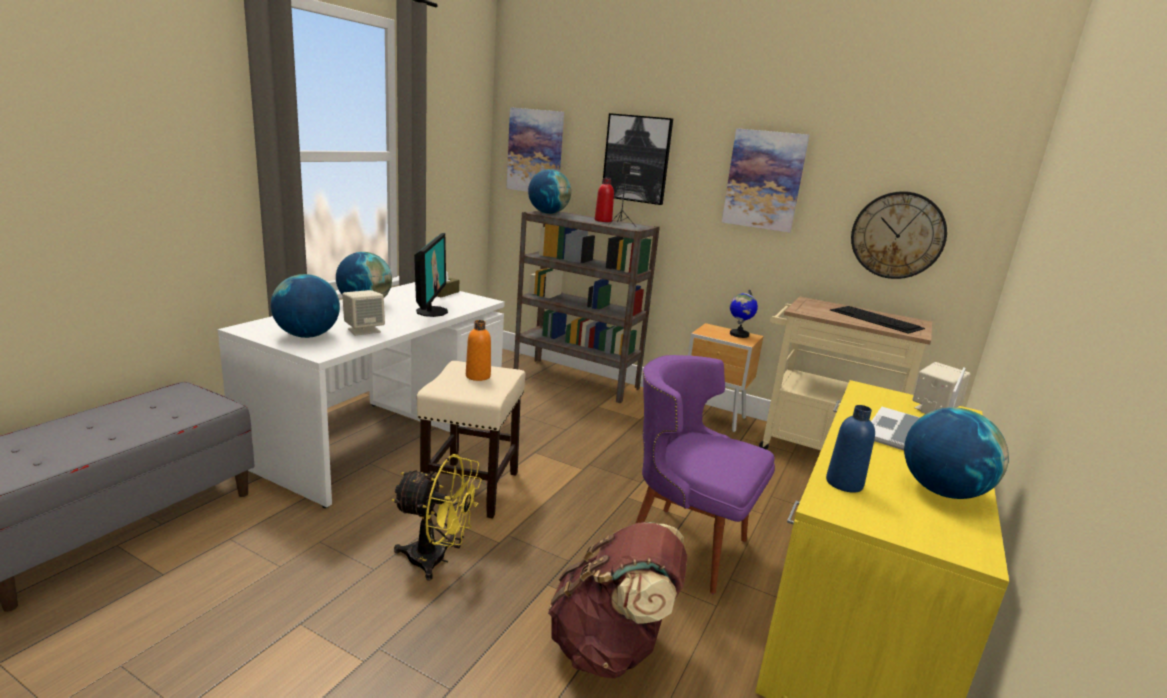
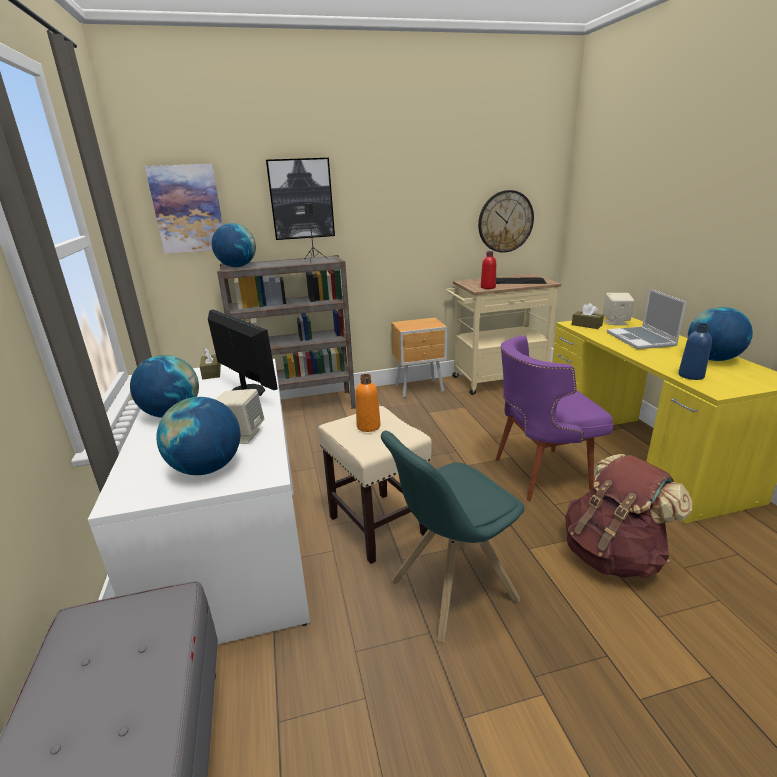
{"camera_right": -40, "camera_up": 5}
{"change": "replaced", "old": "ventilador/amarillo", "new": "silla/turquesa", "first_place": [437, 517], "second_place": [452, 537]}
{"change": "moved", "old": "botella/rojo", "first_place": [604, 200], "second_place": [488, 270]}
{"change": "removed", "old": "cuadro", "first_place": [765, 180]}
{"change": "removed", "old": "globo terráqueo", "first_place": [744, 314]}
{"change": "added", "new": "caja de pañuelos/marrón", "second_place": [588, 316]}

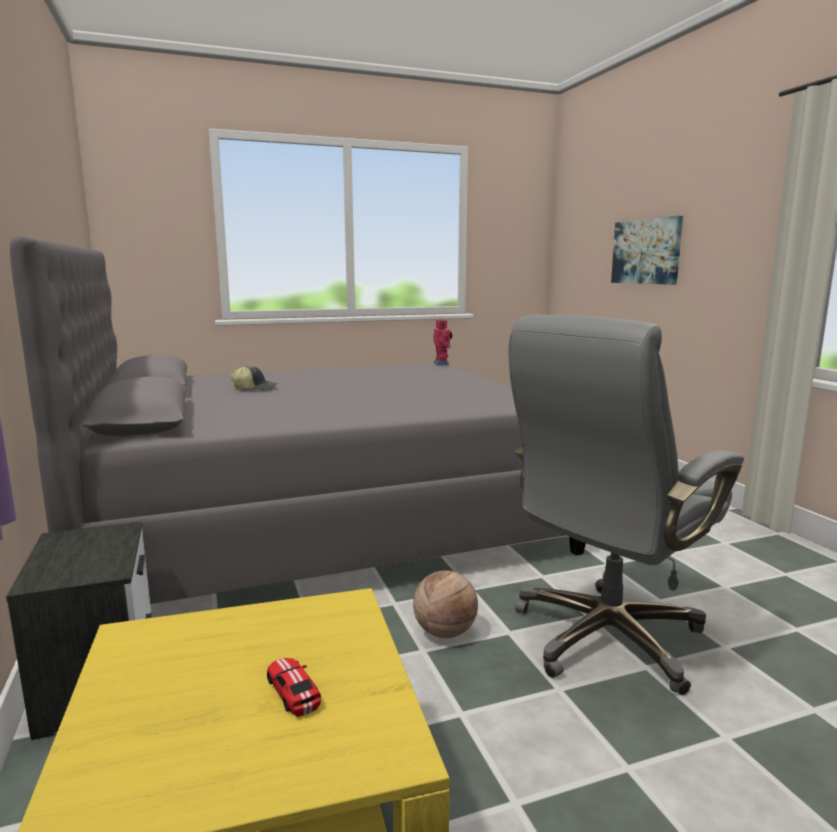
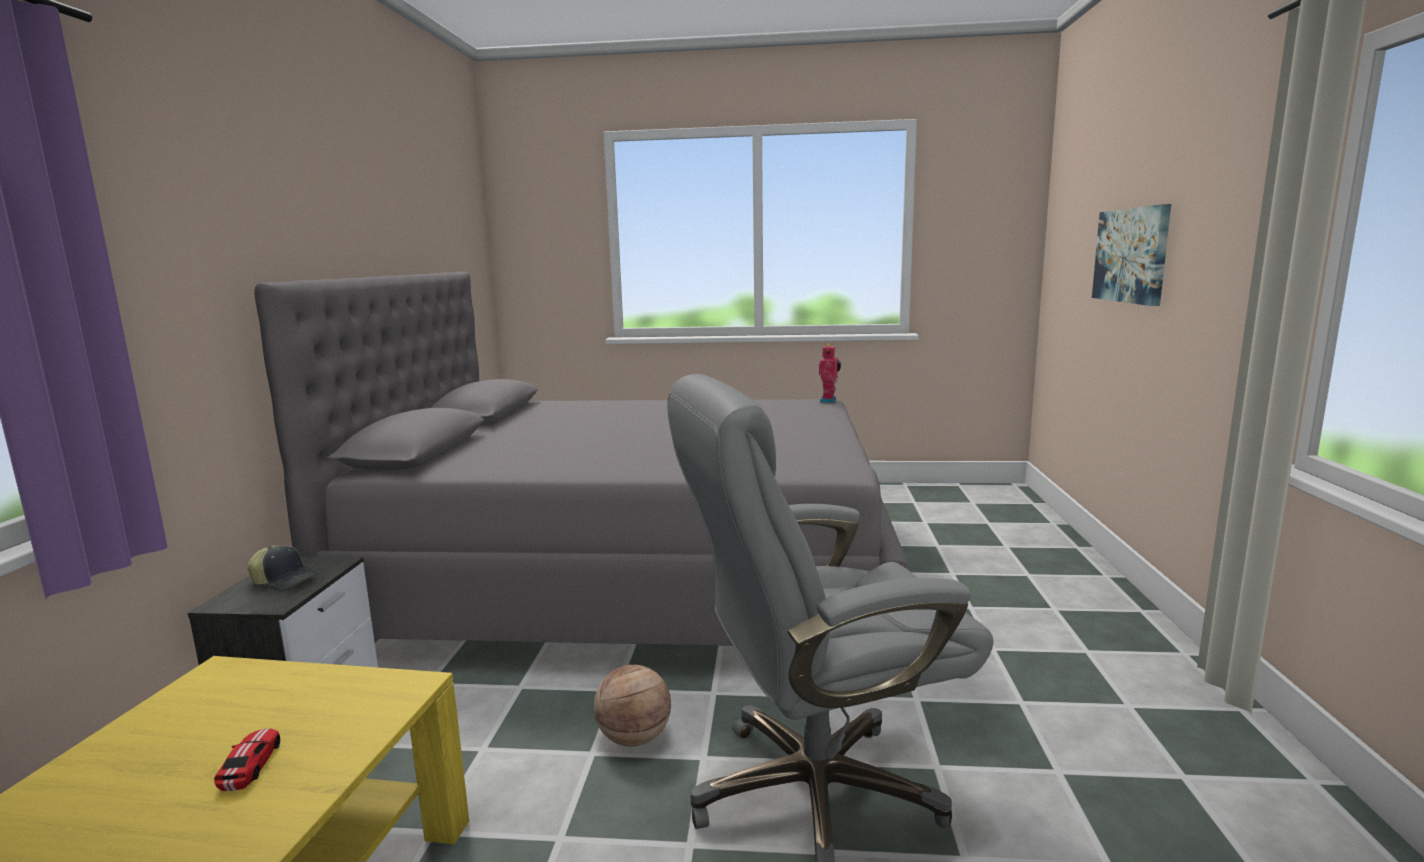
{"camera_right": 25, "camera_up": 0}
{"change": "moved", "old": "gorra", "first_place": [254, 378], "second_place": [282, 568]}

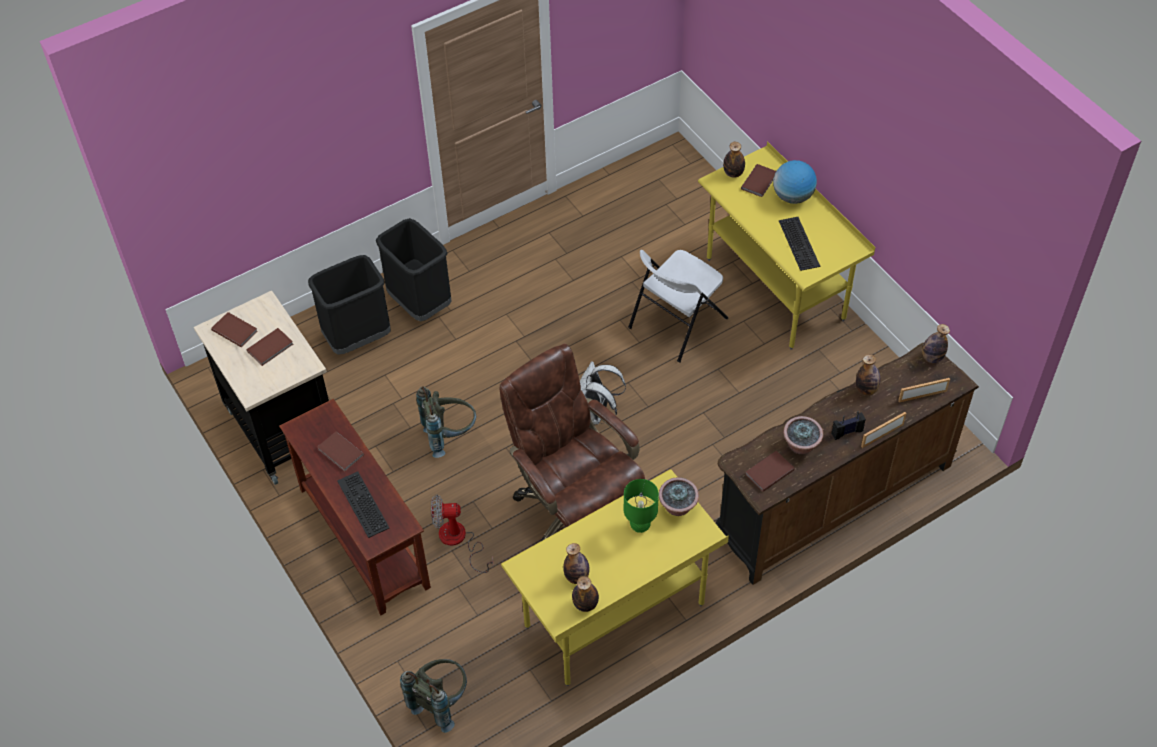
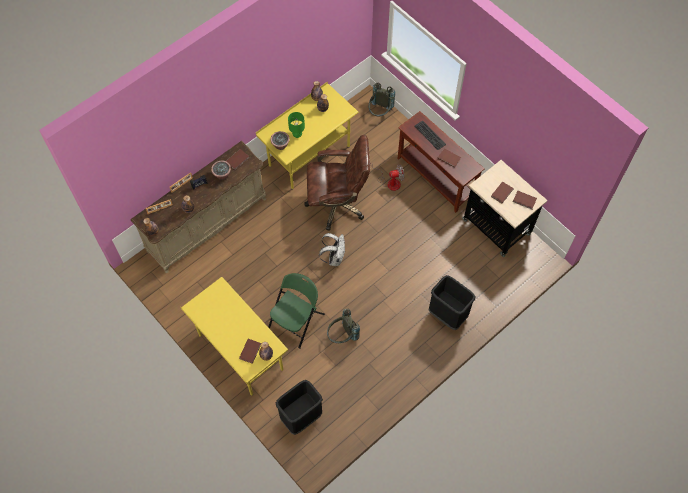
{"camera_right": 170, "camera_up": 10}
{"change": "moved", "old": "papelera/negro", "first_place": [349, 305], "second_place": [299, 407]}
{"change": "moved", "old": "mochila/gris", "first_place": [446, 422], "second_place": [343, 325]}
{"change": "turned", "old": "silla de oficina/marrón", "first_place": [572, 442], "second_place": [337, 183], "degrees": -45}
{"change": "recoloured", "old": "silla/blanco", "new": "silla/verde", "first_place": [678, 306], "second_place": [296, 311]}
{"change": "recoloured", "old": "armario/negro", "new": "armario/beis", "first_place": [847, 463], "second_place": [198, 207]}
{"change": "removed", "old": "globo terráqueo", "first_place": [795, 182]}
{"change": "removed", "old": "teclado", "first_place": [799, 244]}

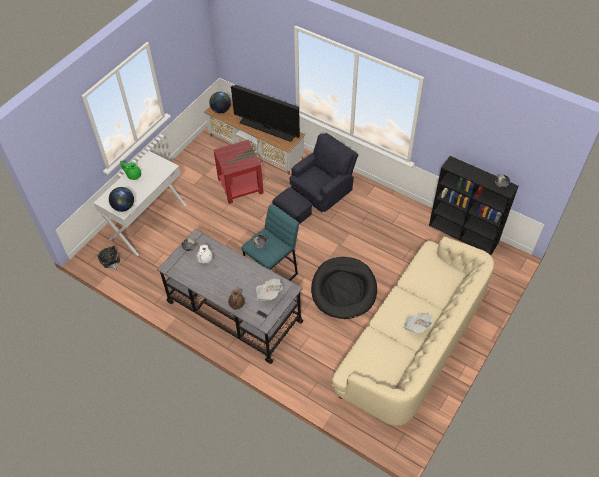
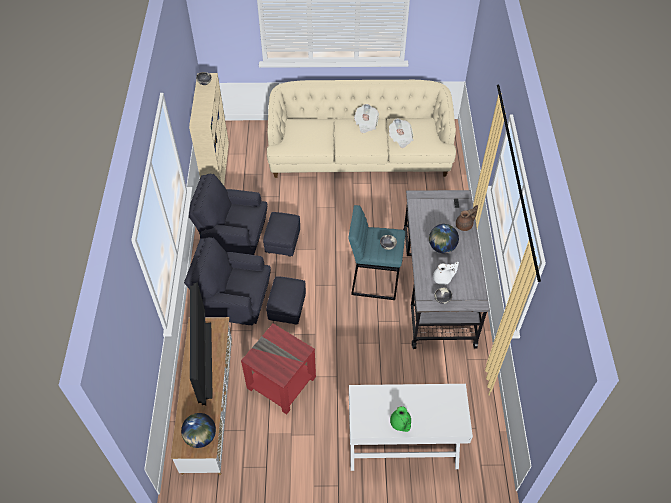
{"camera_right": -125, "camera_up": 0}
{"change": "removed", "old": "peluche", "first_place": [108, 258]}
{"change": "moved", "old": "globo terráqueo", "first_place": [121, 199], "second_place": [444, 238]}
{"change": "moved", "old": "periódico", "first_place": [269, 289], "second_place": [401, 133]}
{"change": "removed", "old": "cama para perro/negro", "first_place": [344, 288]}
{"change": "recoloured", "old": "estantería/negro", "new": "estantería/beis", "first_place": [474, 205], "second_place": [209, 129]}
{"change": "added", "new": "sillón/negro", "second_place": [244, 215]}

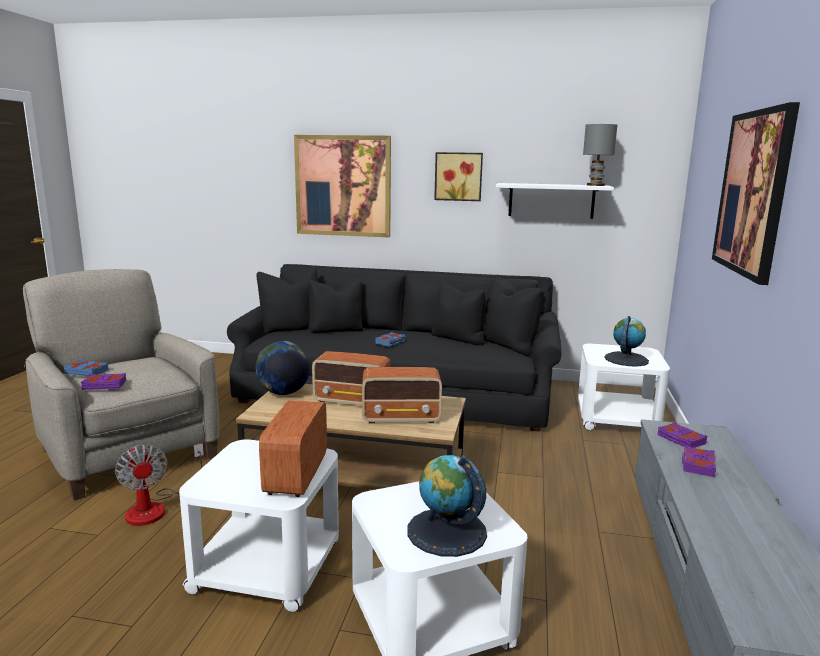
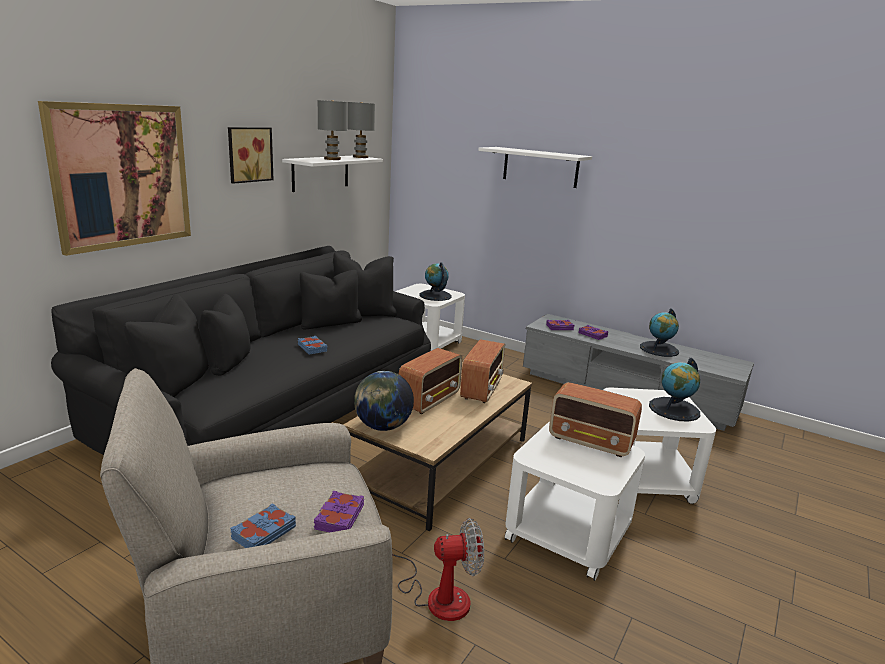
{"camera_right": -70, "camera_up": 5}
{"change": "replaced", "old": "cuadro", "new": "estante/blanco", "first_place": [756, 193], "second_place": [535, 167]}
{"change": "added", "new": "lámpara de mesa/gris", "second_place": [332, 130]}
{"change": "added", "new": "globo terráqueo", "second_place": [659, 332]}

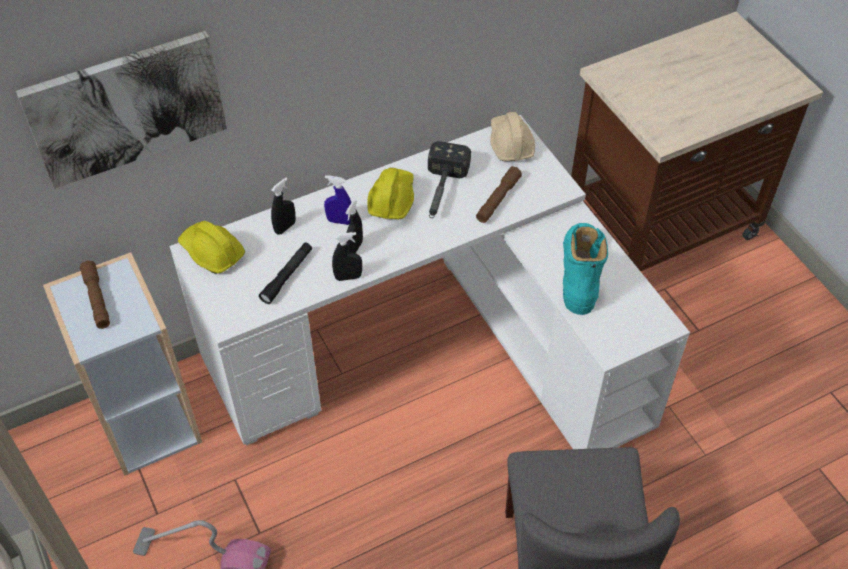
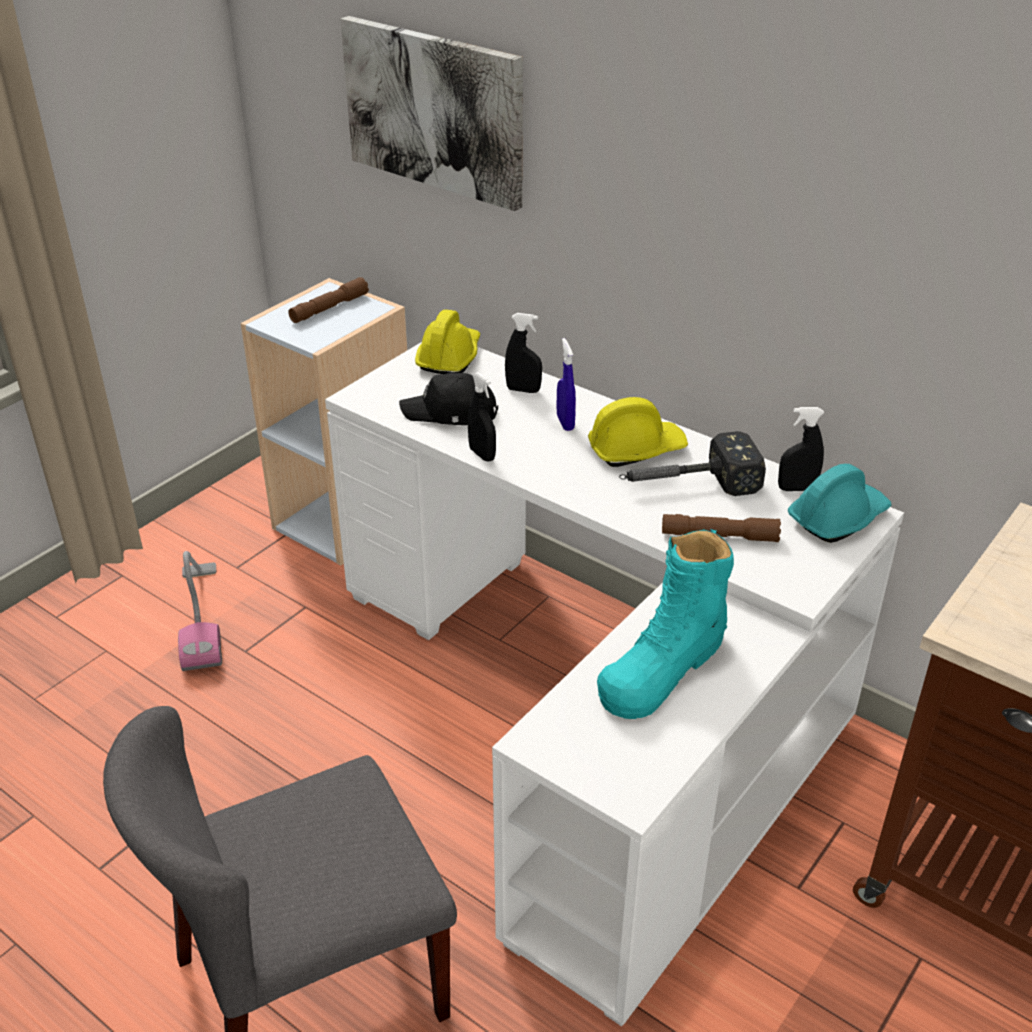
{"camera_right": 65, "camera_up": -15}
{"change": "replaced", "old": "linterna/negro", "new": "gorra/negro", "first_place": [285, 273], "second_place": [448, 398]}
{"change": "moved", "old": "pulverizador/negro", "first_place": [354, 226], "second_place": [801, 449]}
{"change": "recoloured", "old": "casco/beis", "new": "casco/turquesa", "first_place": [512, 136], "second_place": [839, 503]}
{"change": "turned", "old": "bota/turquesa", "first_place": [585, 269], "second_place": [665, 623], "degrees": 150}

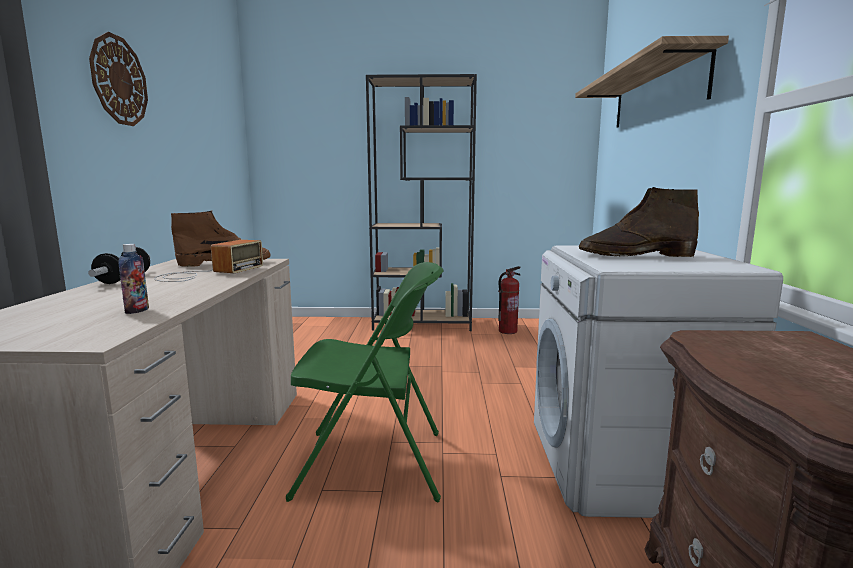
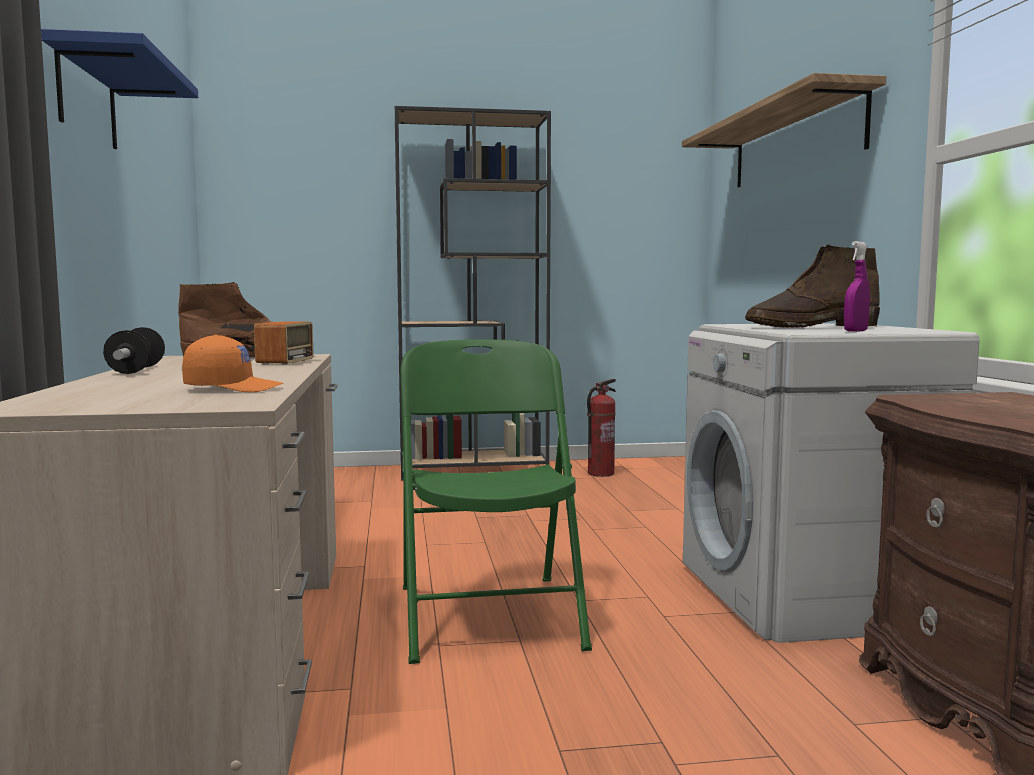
{"camera_right": -10, "camera_up": -5}
{"change": "replaced", "old": "reloj de pared", "new": "estante/azul", "first_place": [118, 79], "second_place": [119, 89]}
{"change": "replaced", "old": "botella", "new": "gorra/naranja", "first_place": [133, 279], "second_place": [232, 363]}
{"change": "turned", "old": "silla/verde", "first_place": [365, 382], "second_place": [496, 501], "degrees": -90}
{"change": "added", "new": "pulverizador/morado", "second_place": [857, 286]}

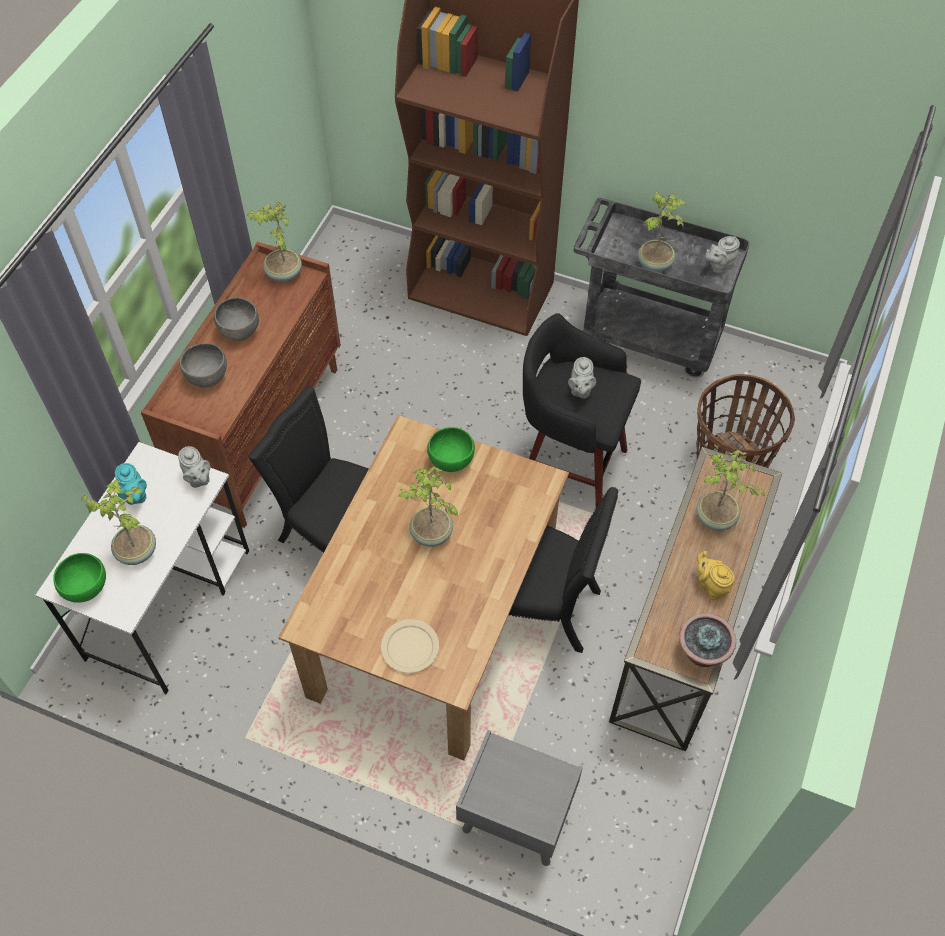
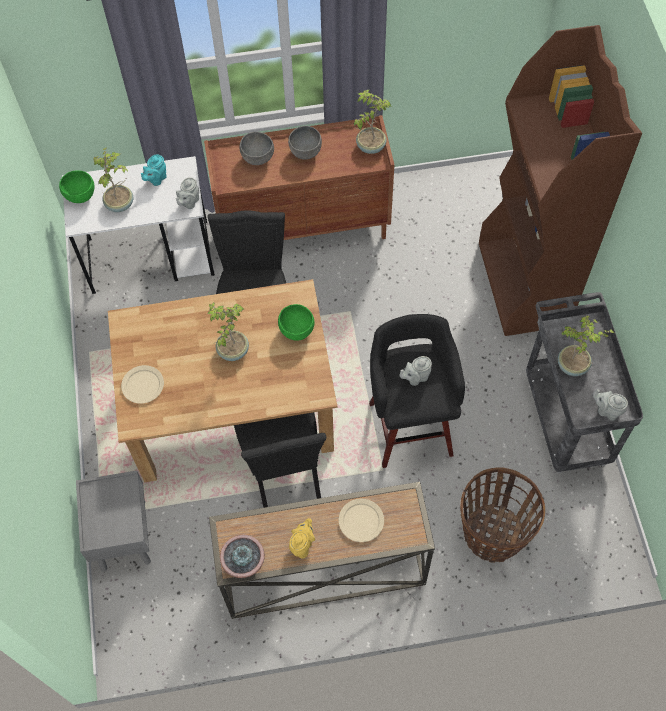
{"camera_right": 60, "camera_up": 5}
{"change": "replaced", "old": "planta en maceta", "new": "plato/beis", "first_place": [731, 490], "second_place": [361, 520]}

